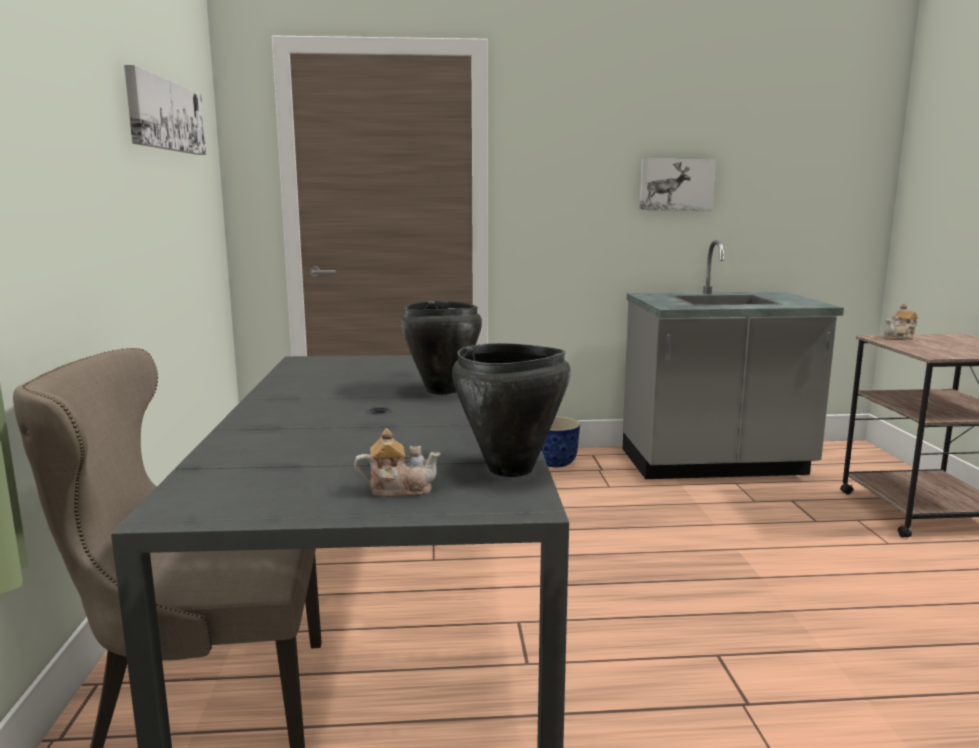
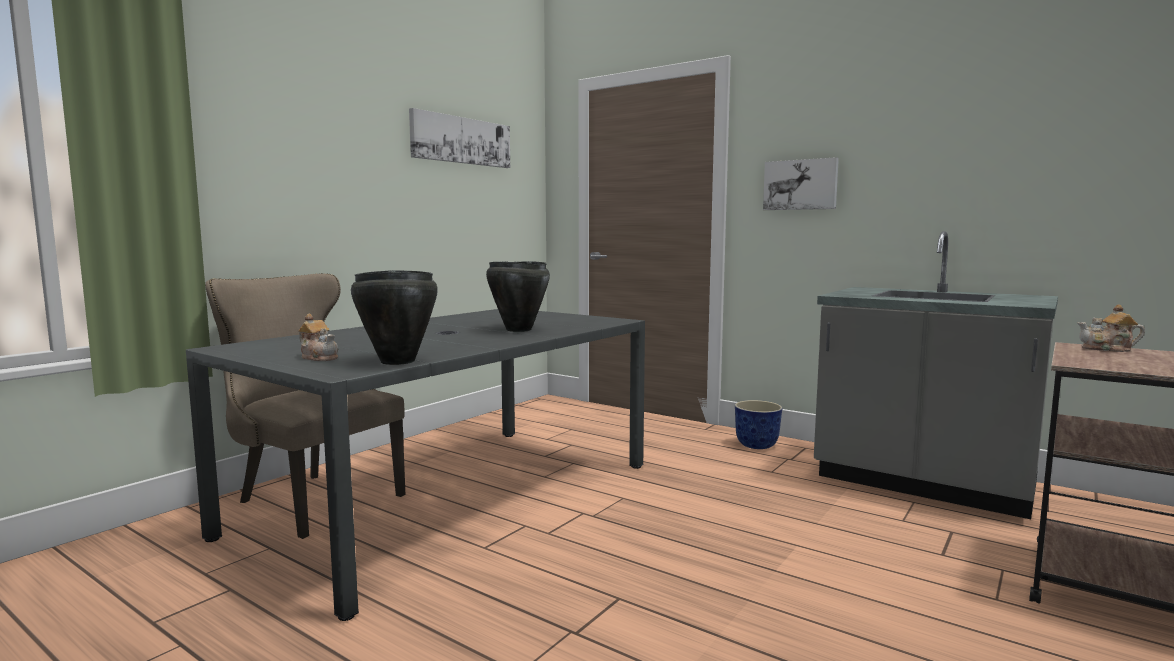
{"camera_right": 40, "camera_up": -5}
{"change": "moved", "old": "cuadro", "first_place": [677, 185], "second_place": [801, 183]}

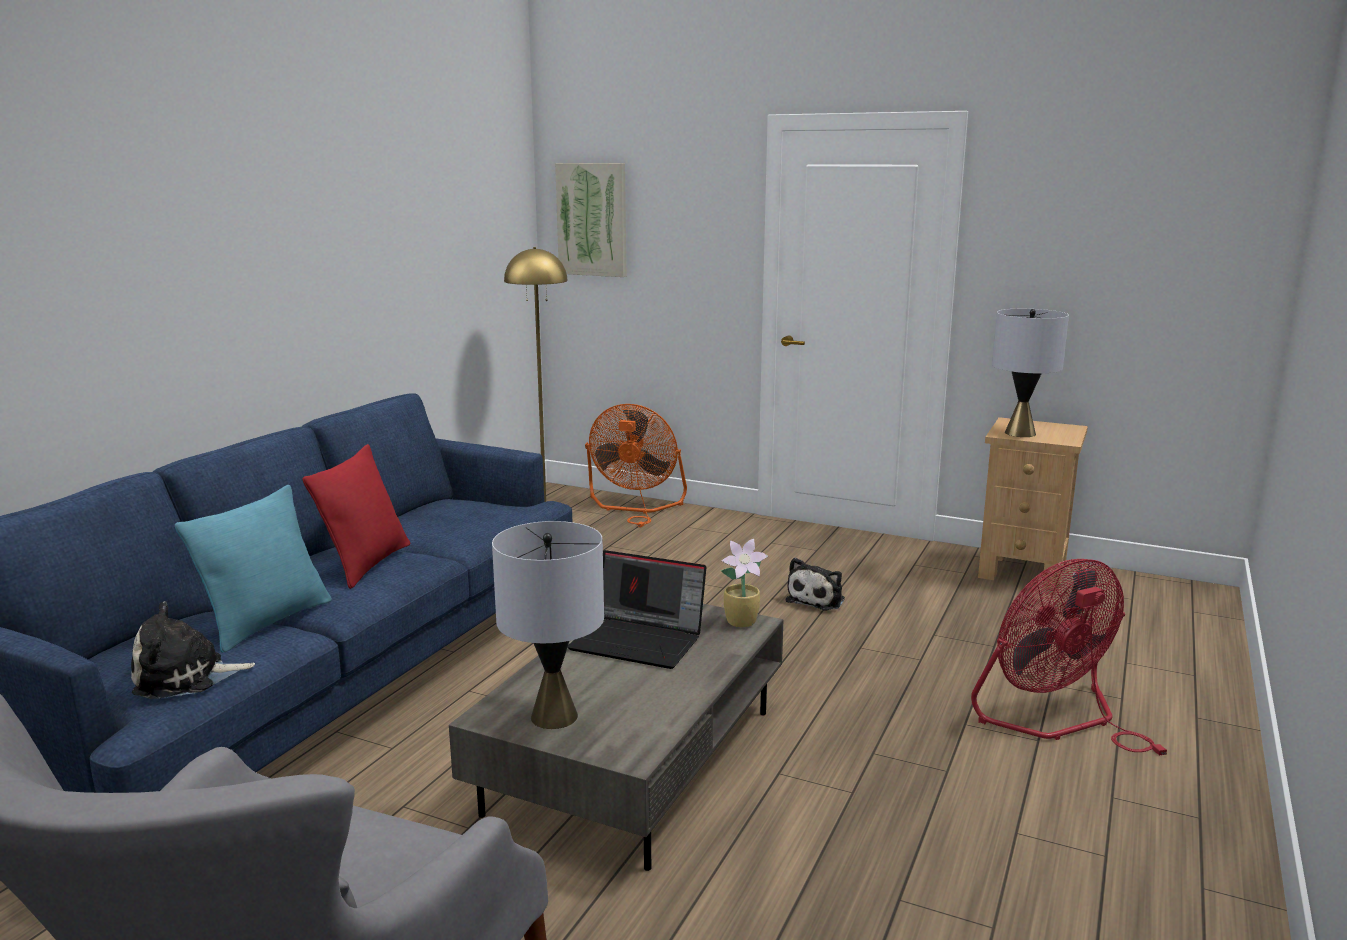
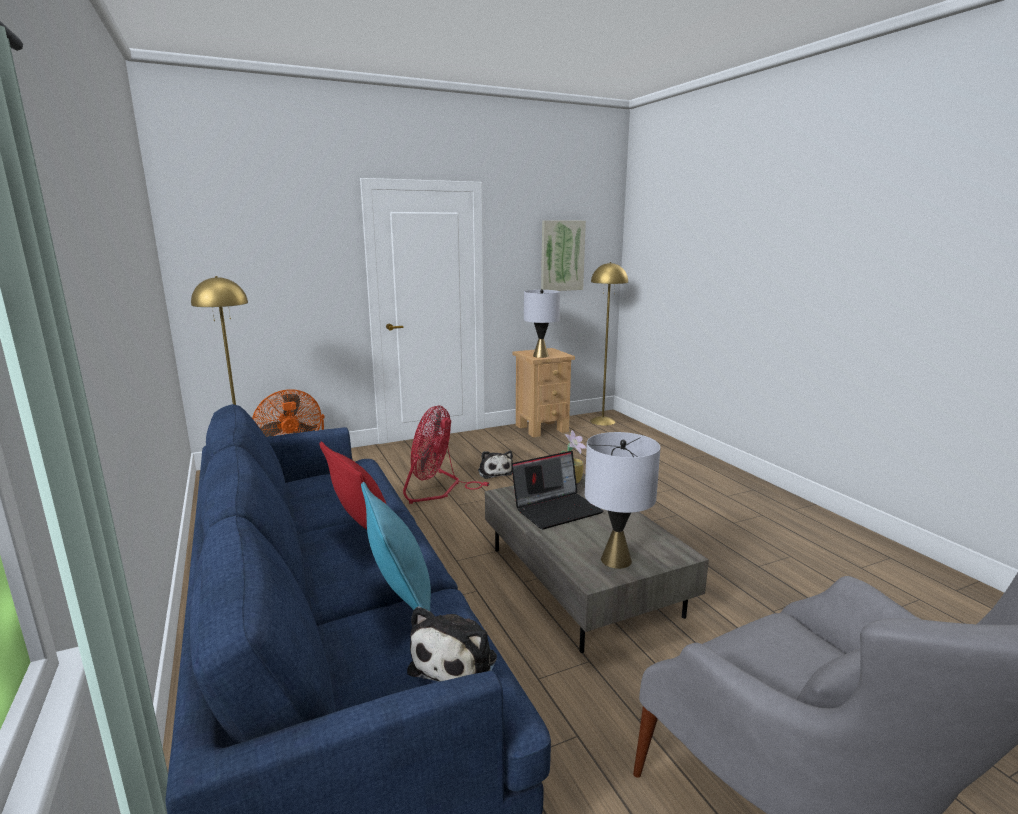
{"camera_right": -50, "camera_up": 0}
{"change": "moved", "old": "cuadro", "first_place": [590, 220], "second_place": [563, 255]}
{"change": "moved", "old": "ventilador/rojo", "first_place": [1069, 657], "second_place": [446, 454]}
{"change": "added", "new": "lámpara de pie/amarillo", "second_place": [609, 344]}

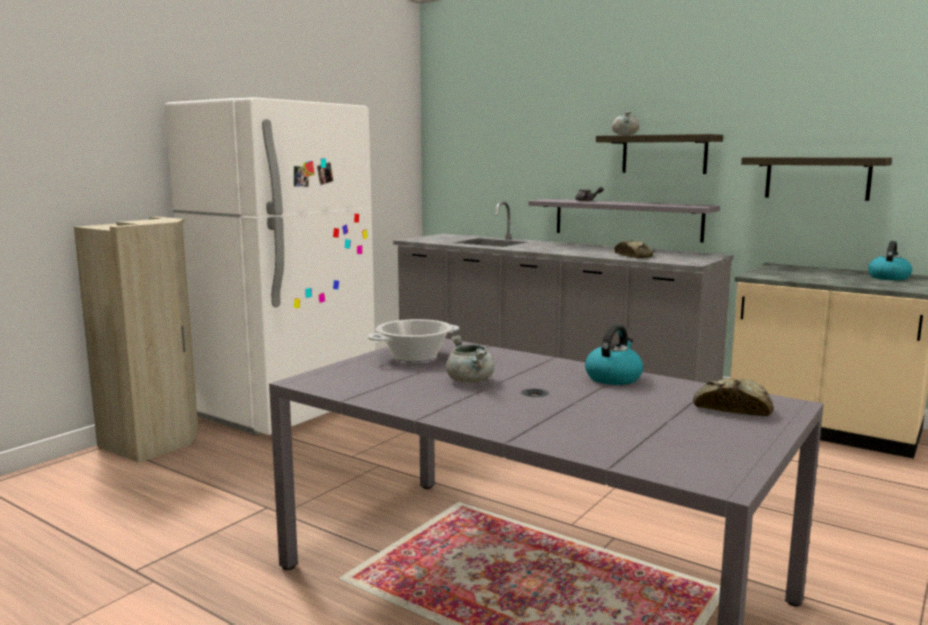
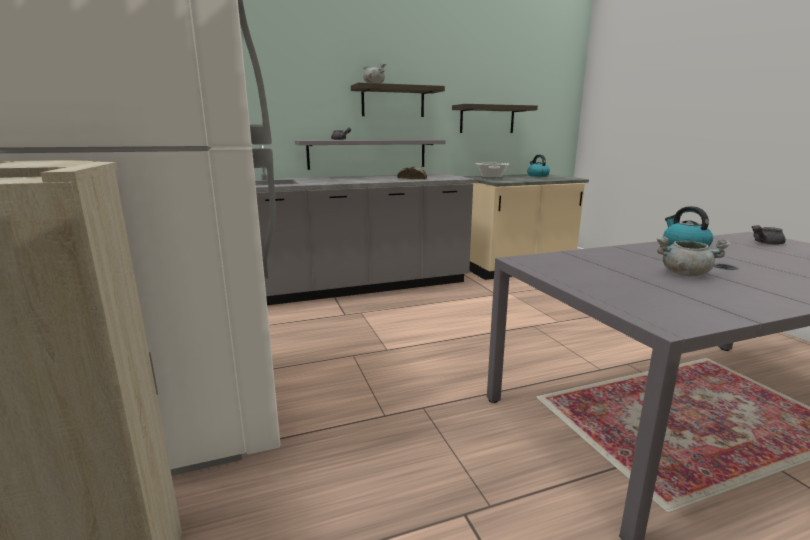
{"camera_right": -55, "camera_up": 5}
{"change": "moved", "old": "olla", "first_place": [413, 340], "second_place": [493, 170]}
{"change": "replaced", "old": "pan", "new": "tetera/gris", "first_place": [733, 397], "second_place": [769, 235]}

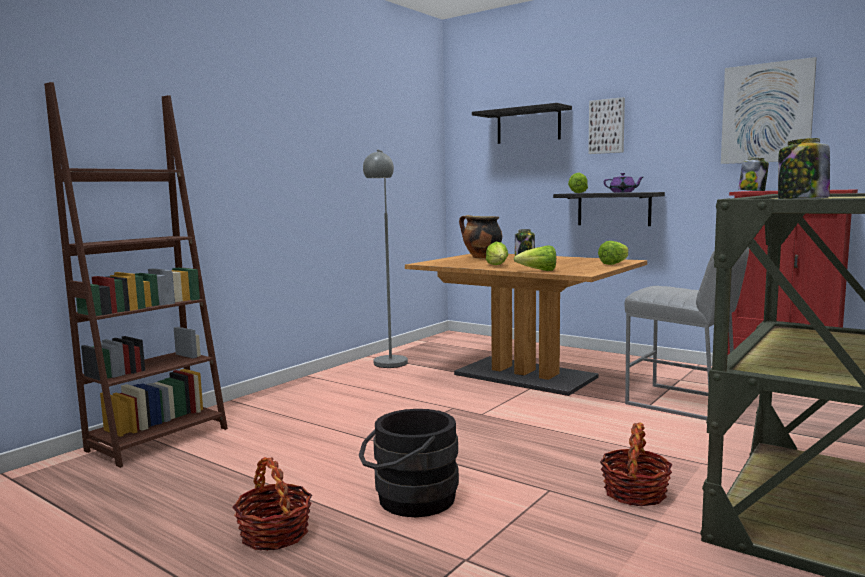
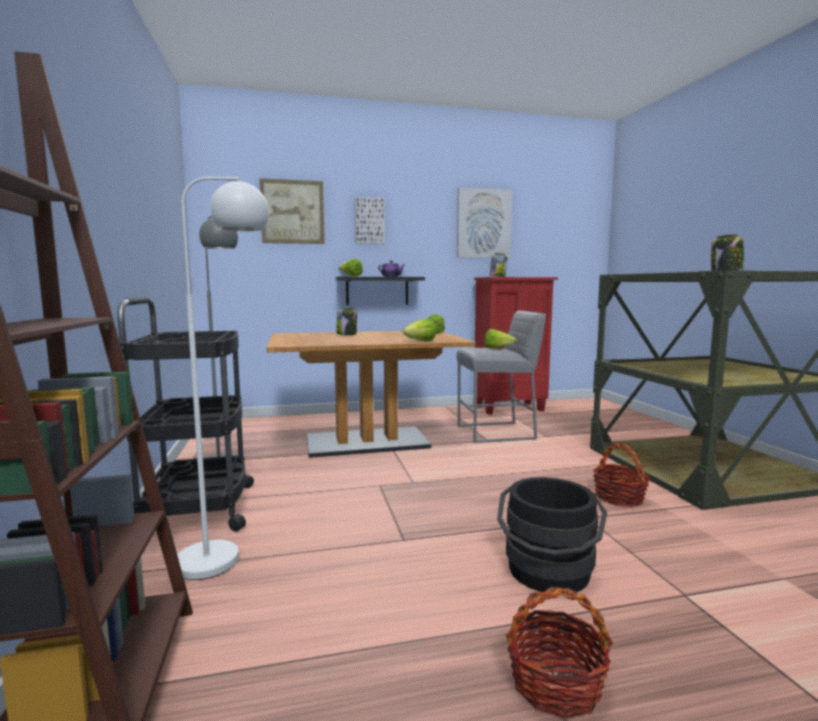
{"camera_right": -50, "camera_up": 0}
{"change": "removed", "old": "olla", "first_place": [480, 236]}
{"change": "replaced", "old": "estante/negro", "new": "cuadro", "first_place": [522, 123], "second_place": [292, 211]}
{"change": "moved", "old": "lechuga", "first_place": [497, 253], "second_place": [501, 338]}
{"change": "added", "new": "carrito/negro", "second_place": [185, 414]}
{"change": "added", "new": "lámpara de pie/blanco", "second_place": [223, 378]}

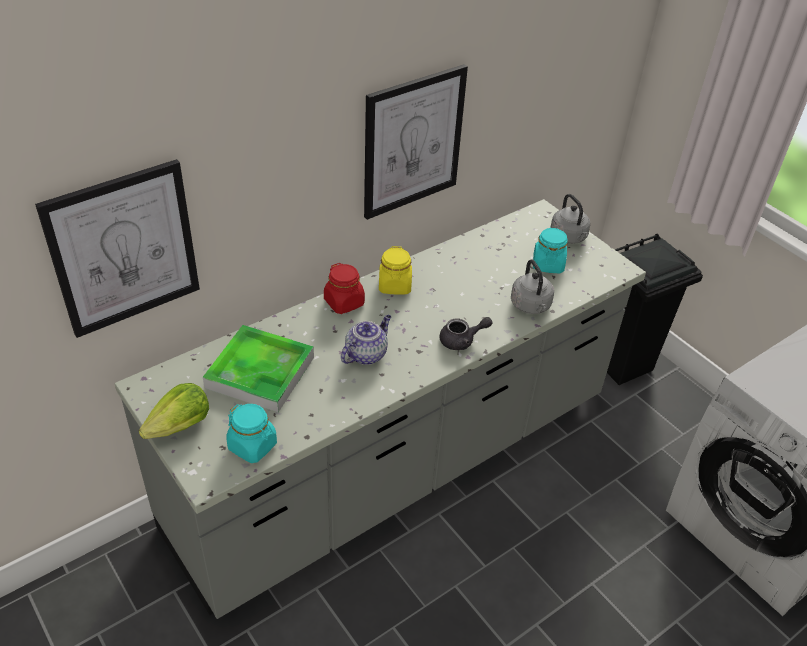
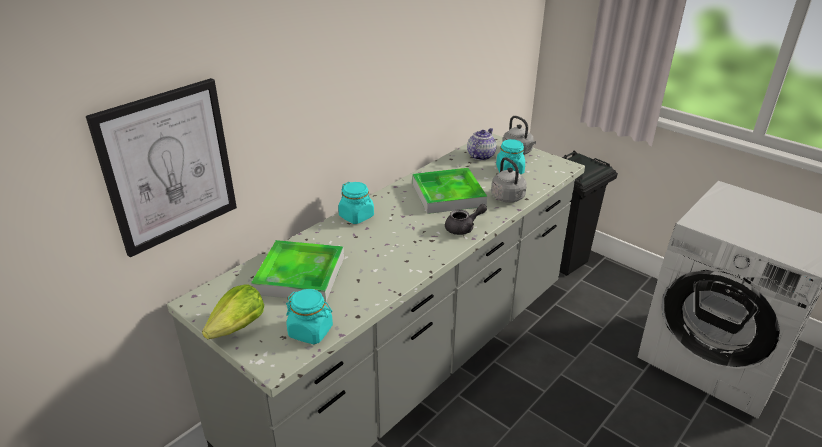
{"camera_right": -10, "camera_up": -10}
{"change": "recoloured", "old": "tarro/rojo", "new": "tarro/turquesa", "first_place": [344, 288], "second_place": [356, 203]}
{"change": "moved", "old": "tetera", "first_place": [366, 340], "second_place": [482, 144]}
{"change": "removed", "old": "cuadro", "first_place": [416, 142]}
{"change": "removed", "old": "tarro/amarillo", "first_place": [395, 270]}
{"change": "added", "new": "bandeja", "second_place": [450, 191]}

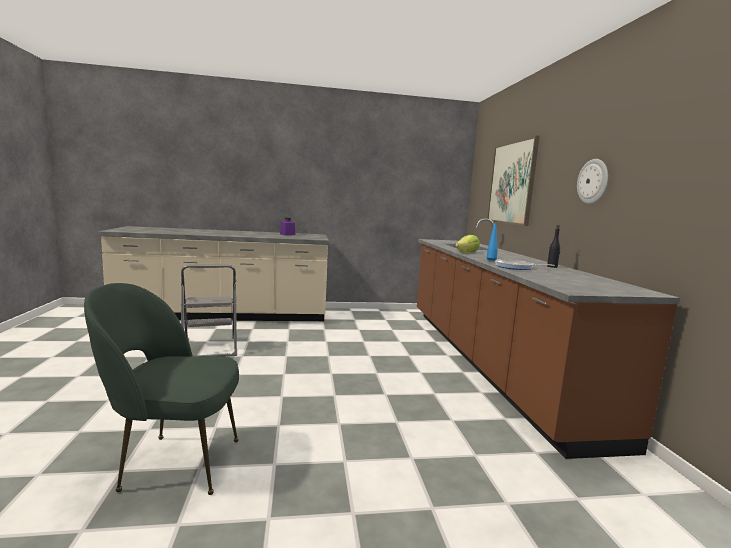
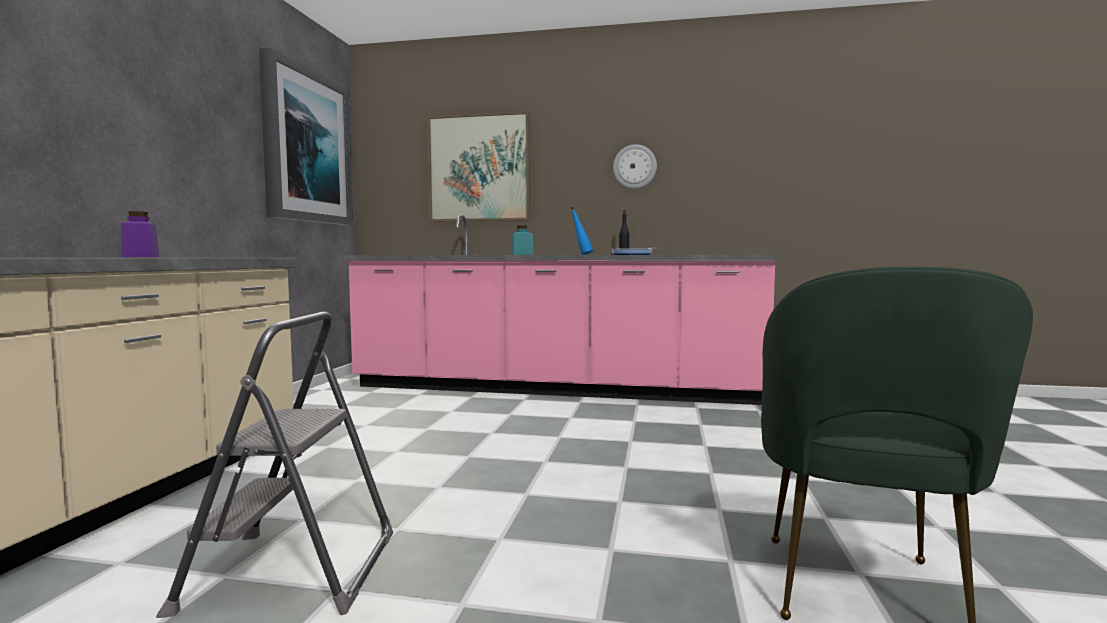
{"camera_right": -70, "camera_up": -5}
{"change": "recoloured", "old": "mueble bajo de cocina/marrón", "new": "mueble bajo de cocina/rosa", "first_place": [548, 339], "second_place": [561, 310]}
{"change": "replaced", "old": "lechuga", "new": "tarro/turquesa", "first_place": [467, 244], "second_place": [522, 240]}
{"change": "added", "new": "cuadro", "second_place": [306, 136]}

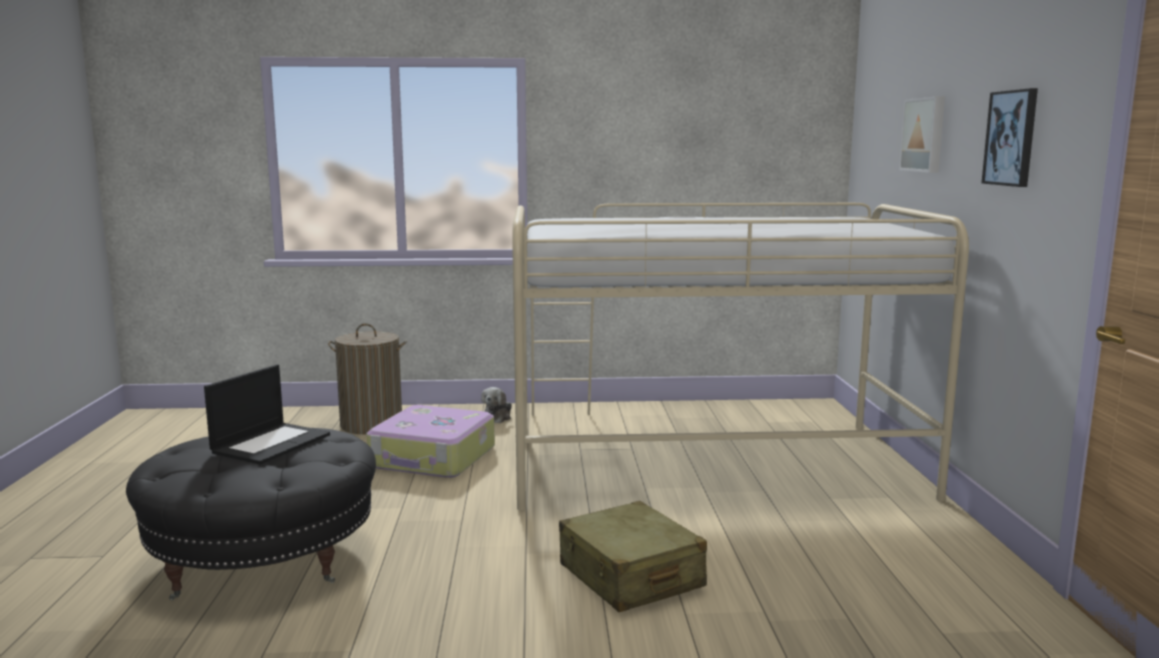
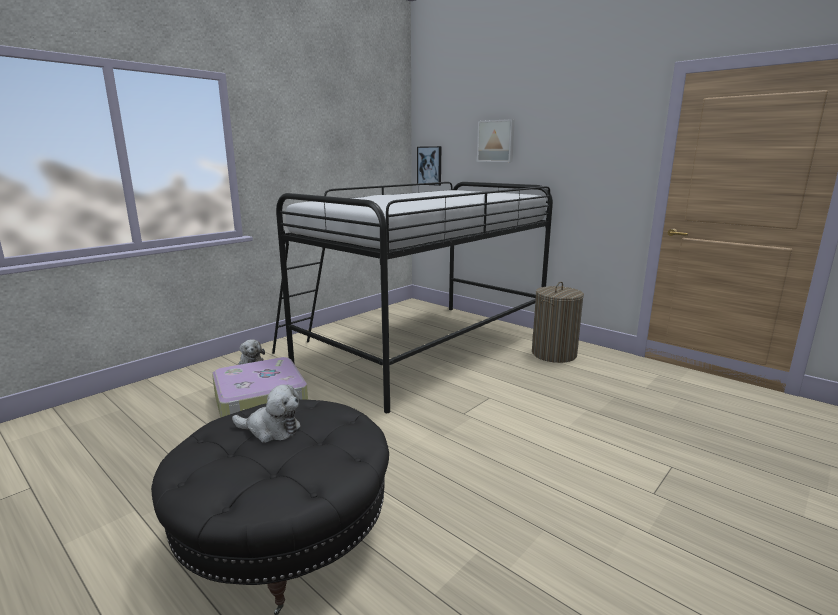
{"camera_right": -45, "camera_up": 5}
{"change": "replaced", "old": "portátil", "new": "peluche", "first_place": [267, 414], "second_place": [266, 413]}
{"change": "moved", "old": "cesto de la ropa", "first_place": [367, 379], "second_place": [558, 322]}
{"change": "recoloured", "old": "cama/beis", "new": "cama/negro", "first_place": [740, 356], "second_place": [412, 297]}
{"change": "removed", "old": "maleta/beis", "first_place": [633, 556]}
{"change": "moved", "old": "cuadro", "first_place": [1010, 137], "second_place": [429, 166]}

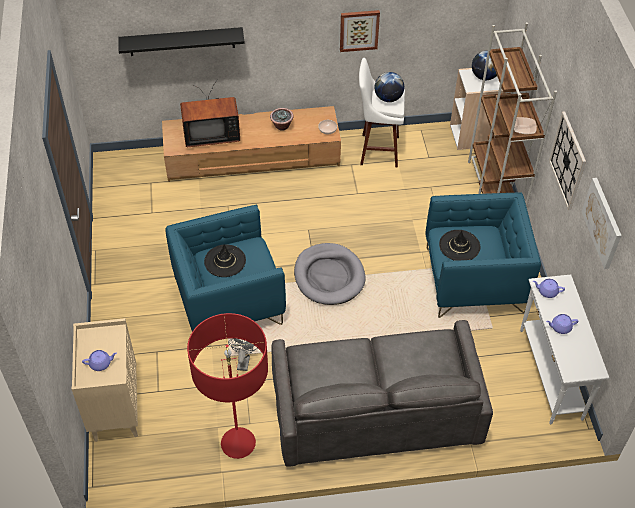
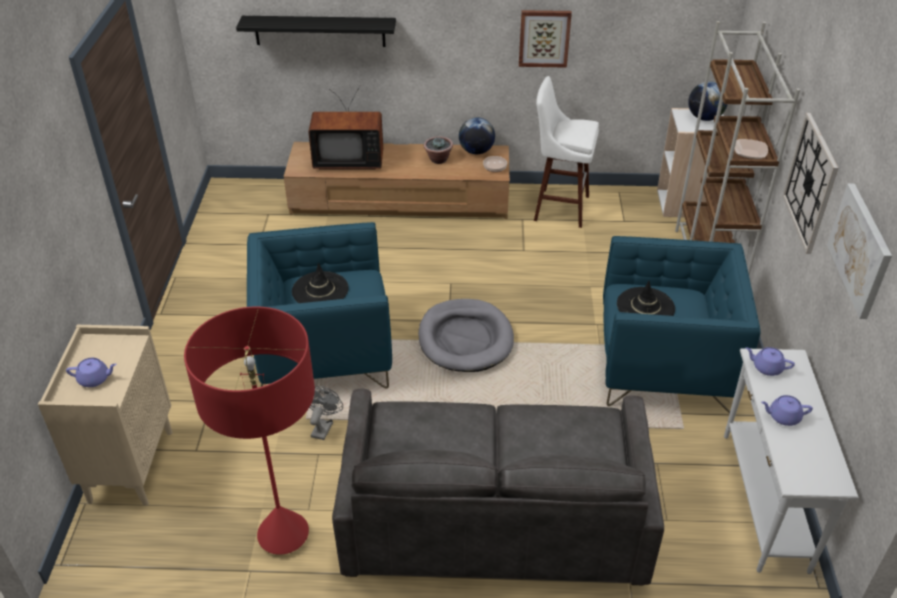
{"camera_right": 10, "camera_up": -10}
{"change": "moved", "old": "globo terráqueo", "first_place": [389, 87], "second_place": [477, 135]}

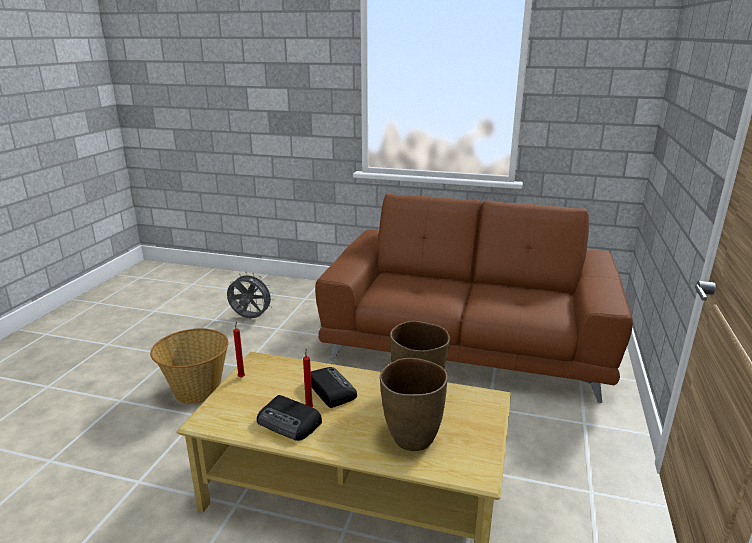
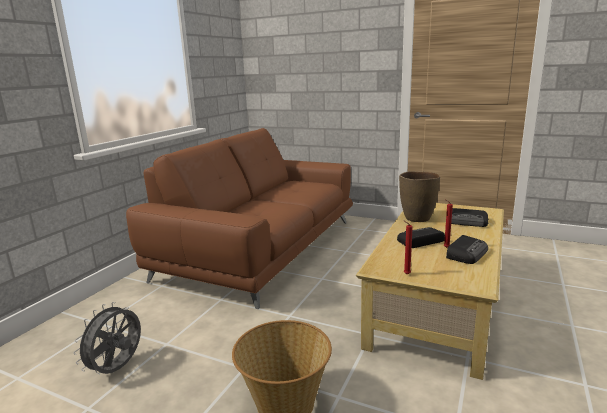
{"camera_right": -80, "camera_up": -5}
{"change": "replaced", "old": "florero/marrón", "new": "radio", "first_place": [414, 404], "second_place": [469, 217]}

